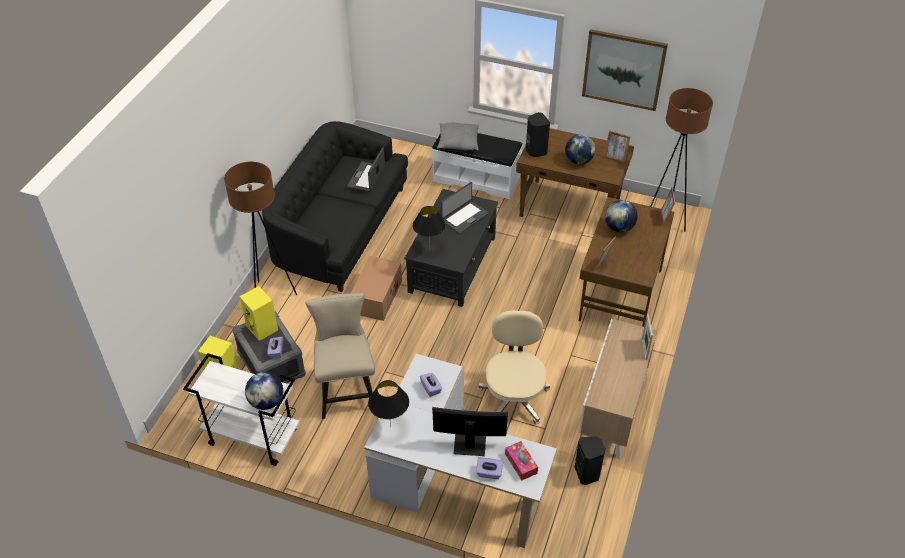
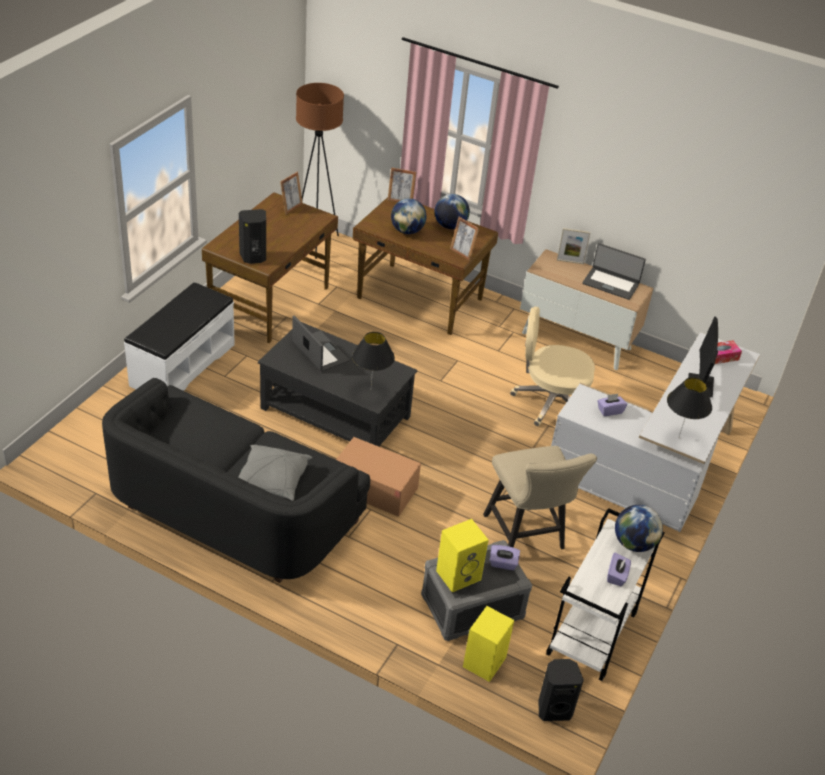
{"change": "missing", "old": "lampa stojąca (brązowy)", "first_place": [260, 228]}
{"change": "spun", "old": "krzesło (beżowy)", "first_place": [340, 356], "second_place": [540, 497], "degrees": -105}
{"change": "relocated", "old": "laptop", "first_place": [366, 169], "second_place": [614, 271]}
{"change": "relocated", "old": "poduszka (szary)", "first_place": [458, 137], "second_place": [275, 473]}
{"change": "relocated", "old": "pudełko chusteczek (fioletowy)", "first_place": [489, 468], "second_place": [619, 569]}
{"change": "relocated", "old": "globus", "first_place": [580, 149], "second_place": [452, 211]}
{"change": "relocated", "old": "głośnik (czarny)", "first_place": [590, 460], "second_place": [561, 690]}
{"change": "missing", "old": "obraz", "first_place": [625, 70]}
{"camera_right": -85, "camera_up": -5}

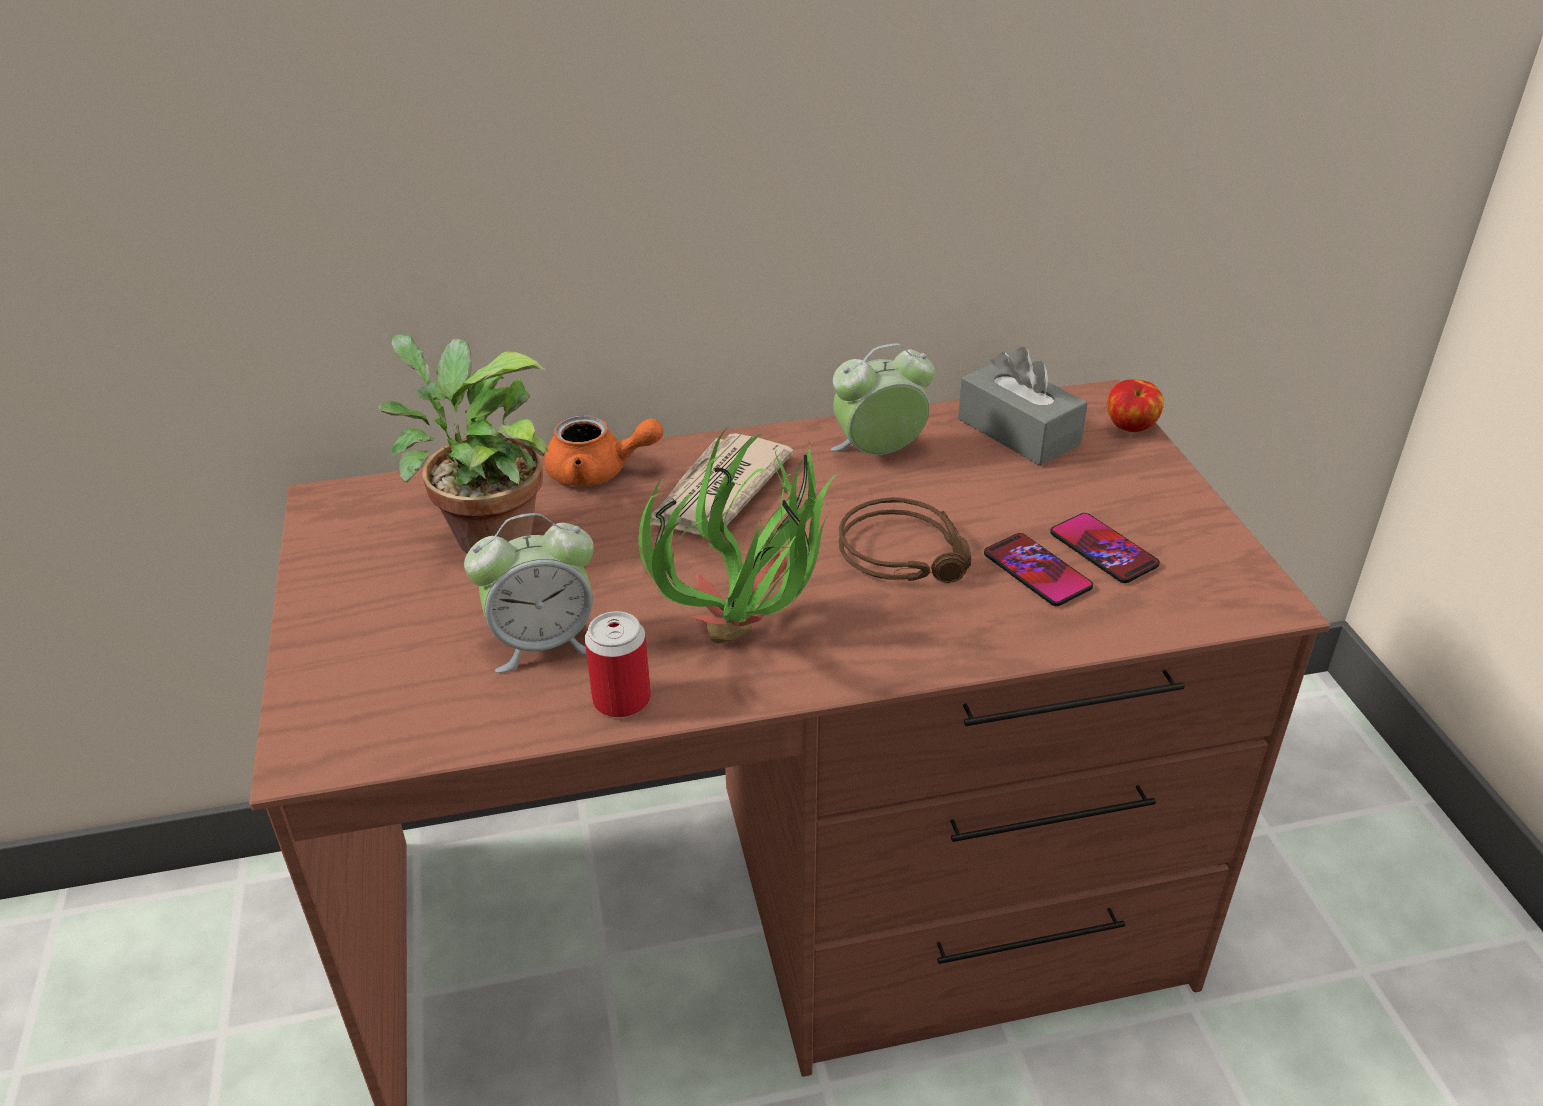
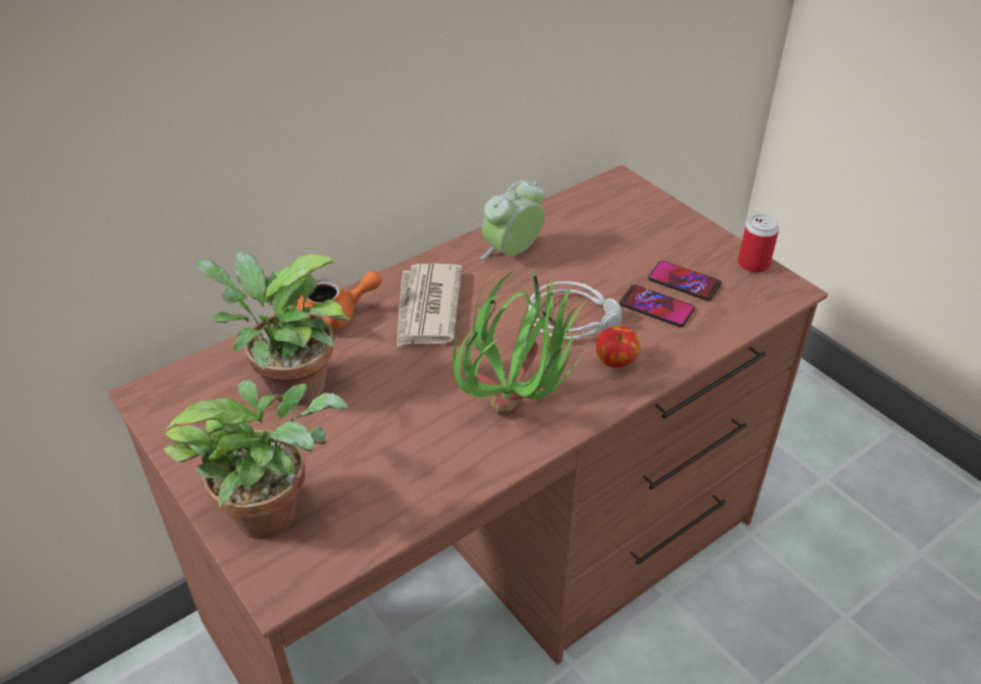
{"change": "missing", "old": "budzik", "first_place": [529, 593]}
{"change": "relocated", "old": "puszka", "first_place": [618, 664], "second_place": [758, 243]}
{"change": "colour", "old": "słuchawki (brązowy)", "new": "słuchawki (szary)", "first_place": [905, 540], "second_place": [575, 310]}
{"change": "missing", "old": "pudełko chusteczek (szary)", "first_place": [1023, 406]}
{"change": "relocated", "old": "jabłko", "first_place": [1135, 405], "second_place": [618, 347]}
{"change": "appeared", "new": "roślina doniczkowa", "second_place": [256, 459]}
{"camera_right": -25, "camera_up": 5}

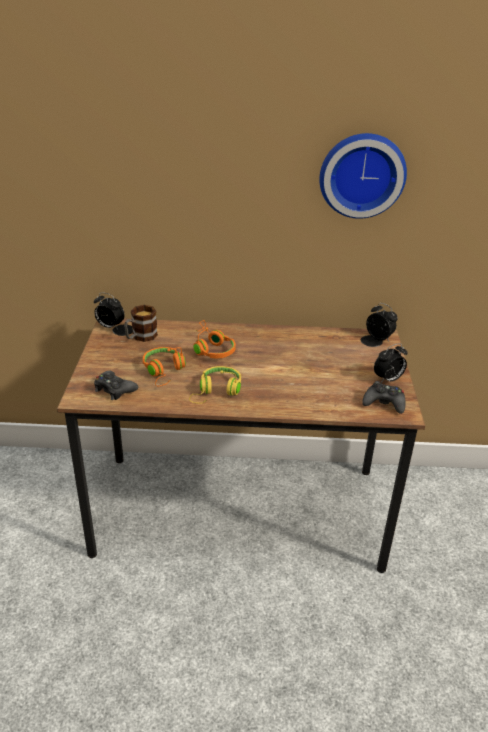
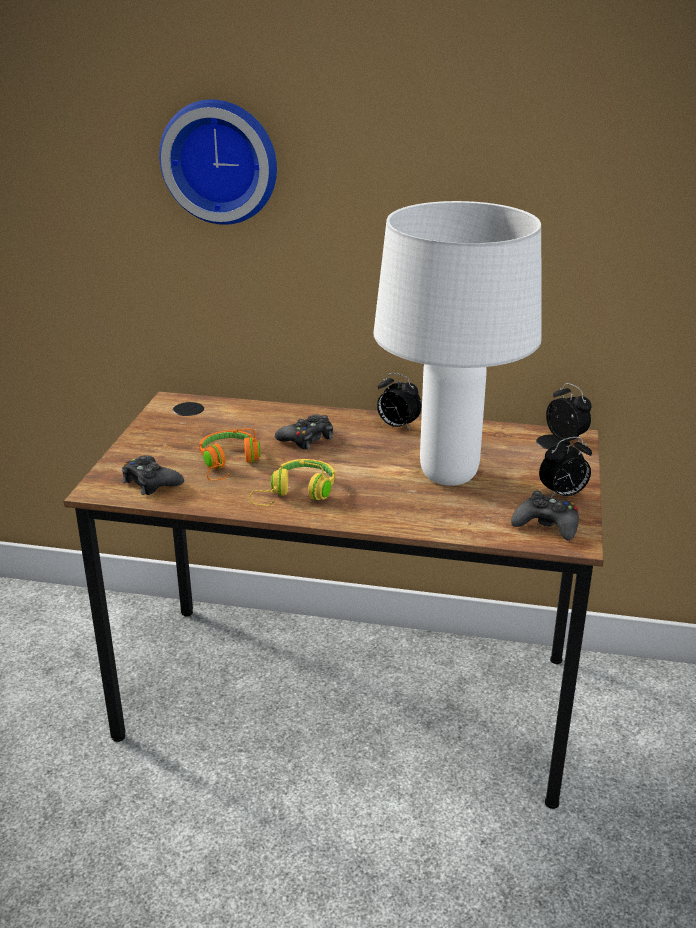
{"change": "relocated", "old": "budzik", "first_place": [109, 310], "second_place": [399, 402]}
{"change": "missing", "old": "kubek", "first_place": [141, 323]}
{"change": "exchanged", "old": "słuchawki (pomarańczowy)", "new": "pad do gier (czarny)", "first_place": [214, 339], "second_place": [304, 432]}
{"change": "relocated", "old": "zegar ścienny", "first_place": [363, 176], "second_place": [218, 162]}
{"change": "appeared", "new": "lampa stołowa (biały)", "second_place": [458, 343]}
{"camera_right": 10, "camera_up": -5}

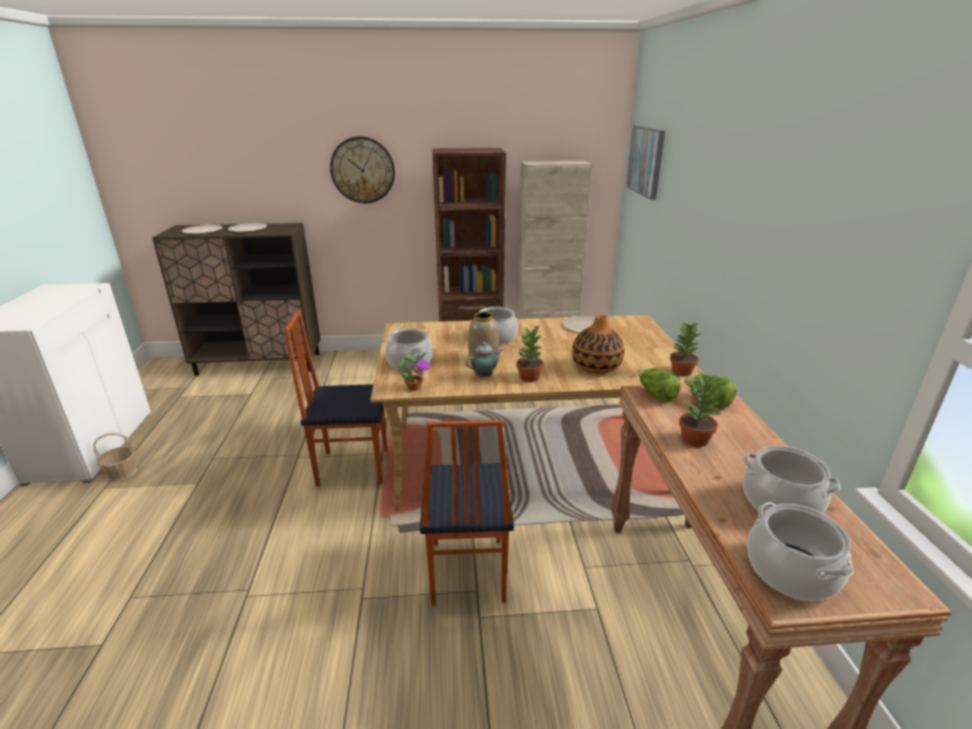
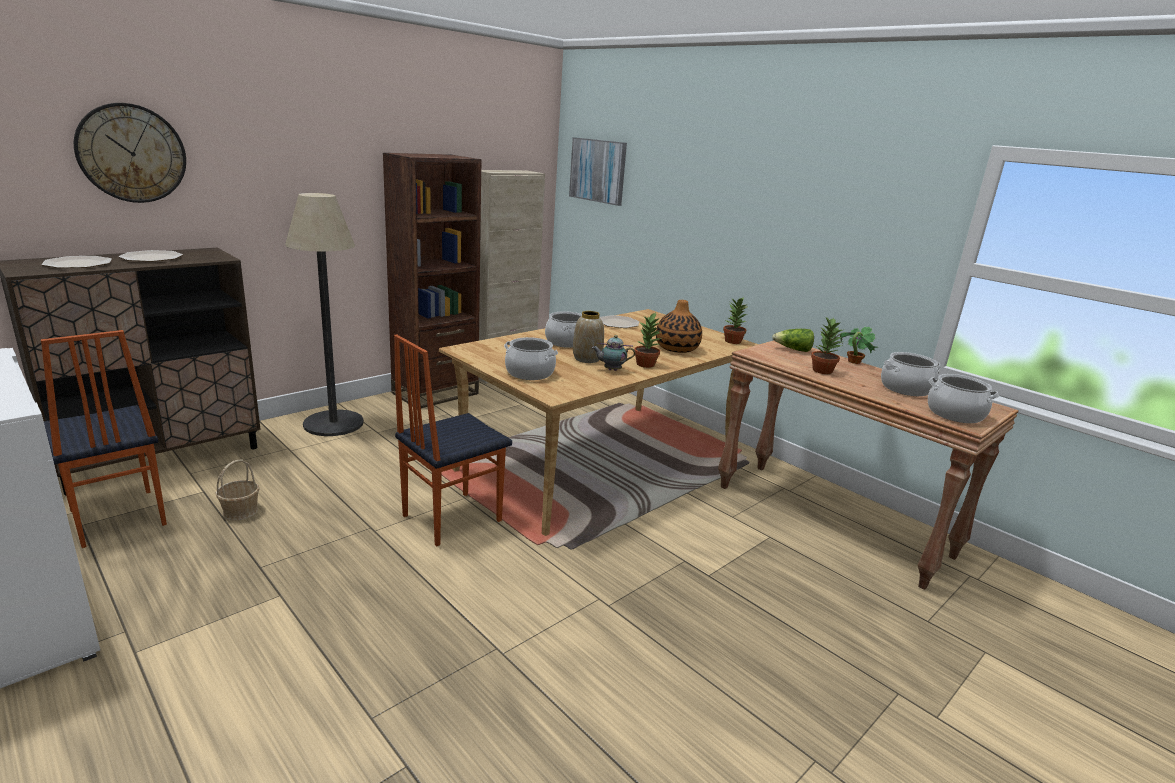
{"change": "relocated", "old": "koszyk", "first_place": [115, 457], "second_place": [238, 490]}
{"change": "relocated", "old": "zegar ścienny", "first_place": [362, 169], "second_place": [130, 153]}
{"change": "relocated", "old": "roślina doniczkowa", "first_place": [414, 371], "second_place": [859, 345]}
{"change": "relocated", "old": "krzesło", "first_place": [467, 513], "second_place": [104, 439]}
{"change": "spun", "old": "imbryk", "first_place": [484, 359], "second_place": [613, 353], "degrees": -105}
{"change": "missing", "old": "sałata", "first_place": [659, 385]}
{"change": "appeared", "new": "lampa stojąca", "second_place": [324, 314]}
{"camera_right": -40, "camera_up": -5}

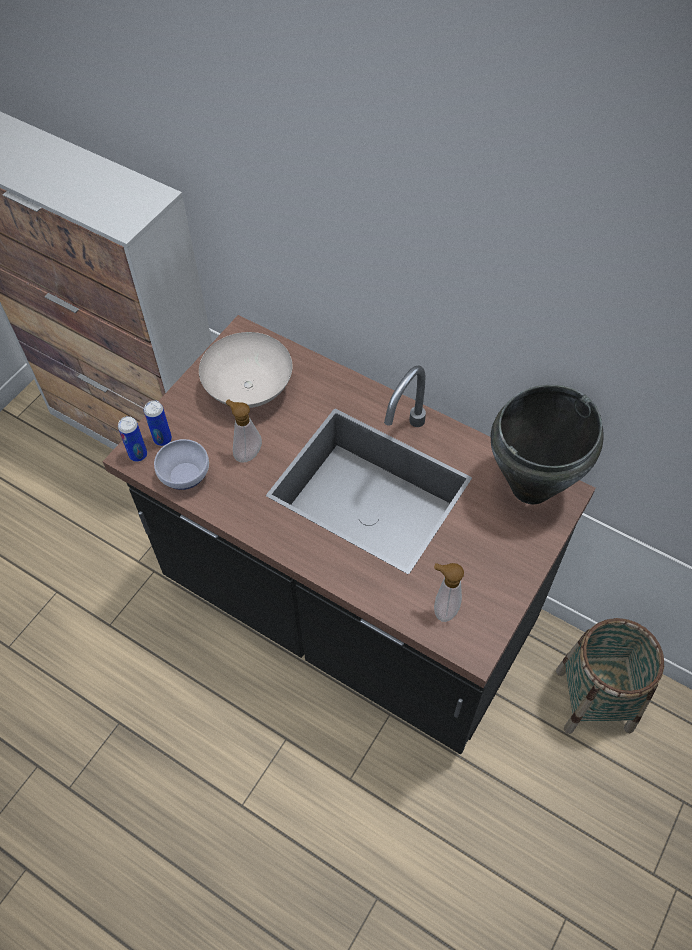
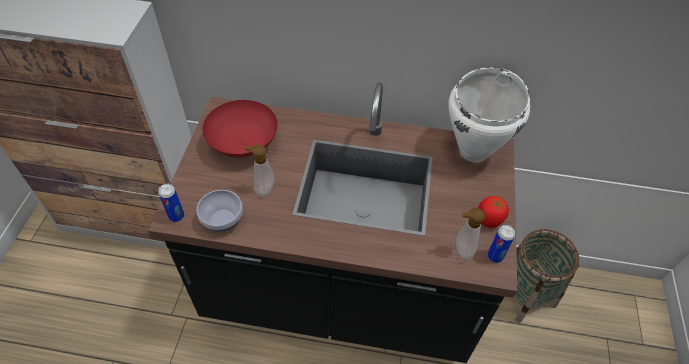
{"change": "relocated", "old": "puszka", "first_place": [158, 423], "second_place": [501, 244]}
{"change": "colour", "old": "miska (biały)", "new": "miska (czerwony)", "first_place": [245, 370], "second_place": [240, 129]}
{"change": "colour", "old": "garnek (czarny)", "new": "garnek (biały)", "first_place": [547, 444], "second_place": [489, 114]}
{"change": "appeared", "new": "pomidor", "second_place": [493, 212]}
{"camera_right": -25, "camera_up": -5}

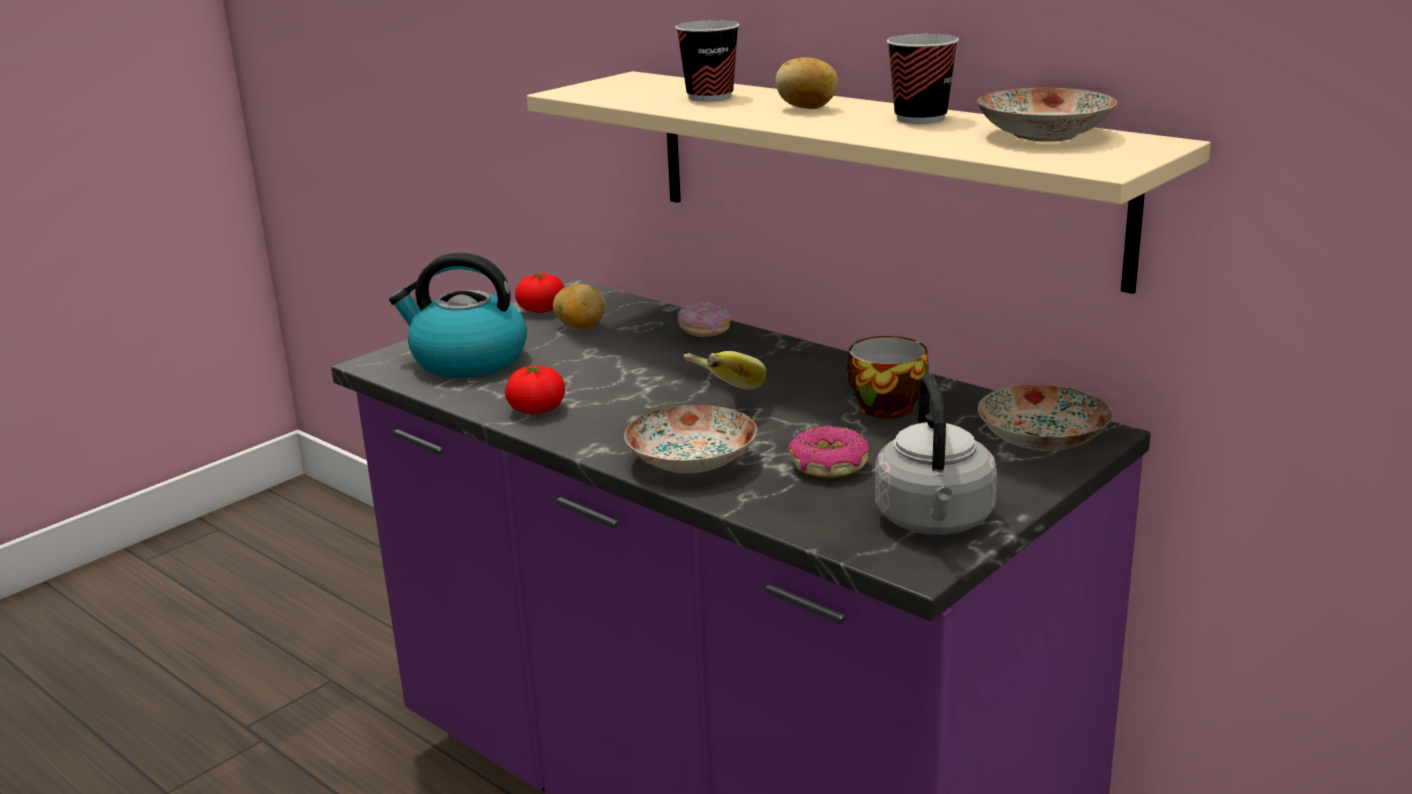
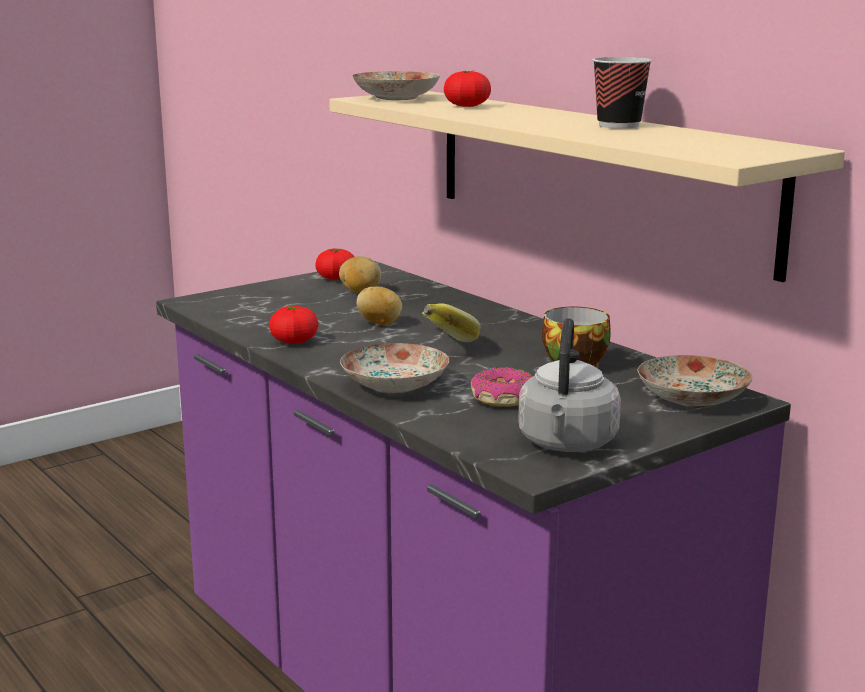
{"change": "missing", "old": "czajnik", "first_place": [458, 315]}
{"change": "exchanged", "old": "filiżanka", "new": "pomidor", "first_place": [707, 61], "second_place": [467, 88]}
{"change": "missing", "old": "donut", "first_place": [704, 319]}
{"change": "relocated", "old": "ziemniak", "first_place": [807, 83], "second_place": [379, 306]}
{"change": "relocated", "old": "talerz", "first_place": [1047, 115], "second_place": [396, 85]}
{"camera_right": 10, "camera_up": -5}

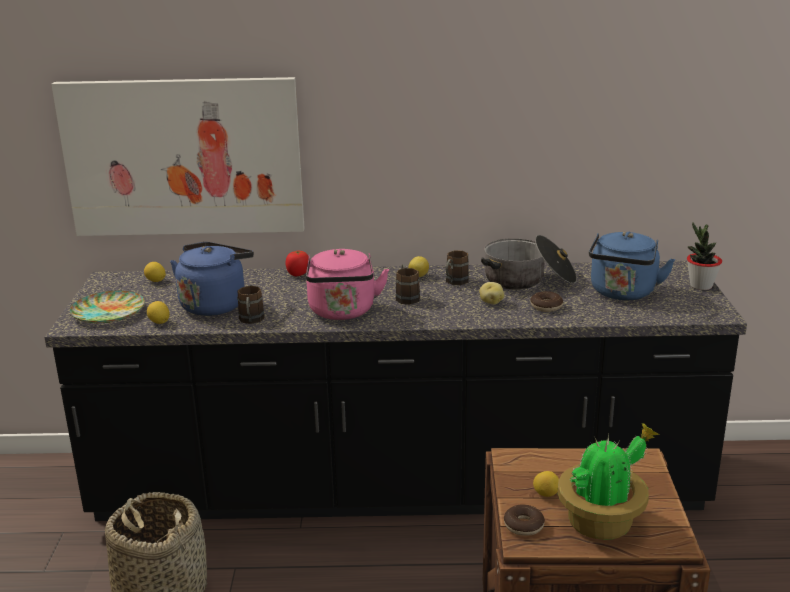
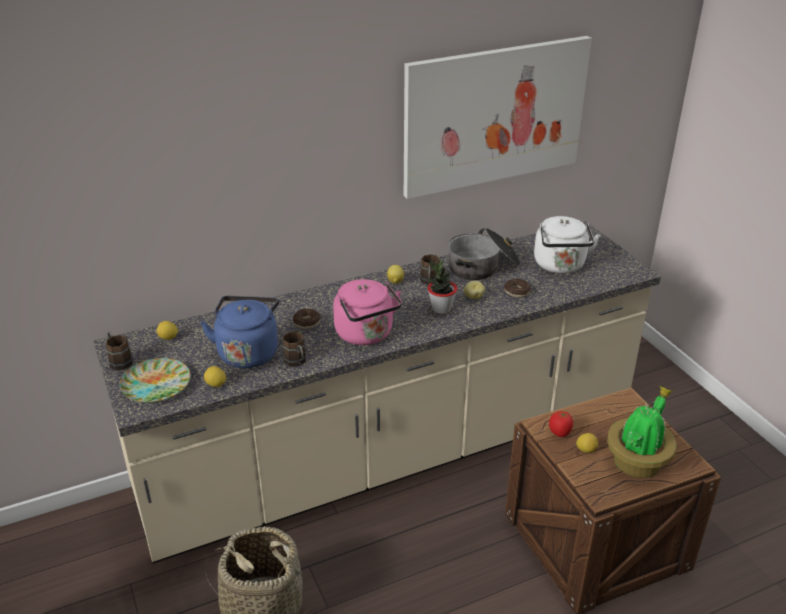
{"change": "colour", "old": "zabudowa kuchenna (czarny)", "new": "zabudowa kuchenna (beżowy)", "first_place": [395, 391], "second_place": [377, 392]}
{"change": "relocated", "old": "obraz", "first_place": [178, 156], "second_place": [498, 117]}
{"change": "relocated", "old": "pomidor", "first_place": [296, 263], "second_place": [561, 424]}
{"change": "relocated", "old": "kubek (brązowy)", "first_place": [408, 284], "second_place": [119, 351]}
{"change": "relocated", "old": "donut", "first_place": [524, 520], "second_place": [307, 319]}
{"change": "colour", "old": "czajnik (niebieski)", "new": "czajnik (biały)", "first_place": [632, 266], "second_place": [567, 245]}
{"change": "relocated", "old": "roślina doniczkowa", "first_place": [704, 256], "second_place": [442, 286]}
{"camera_right": -25, "camera_up": 10}

